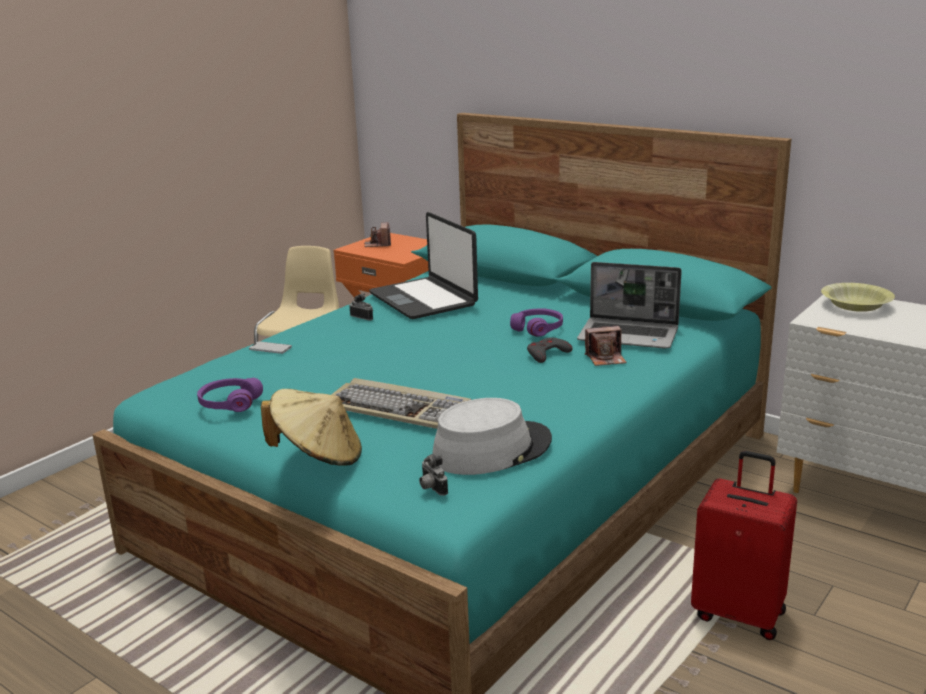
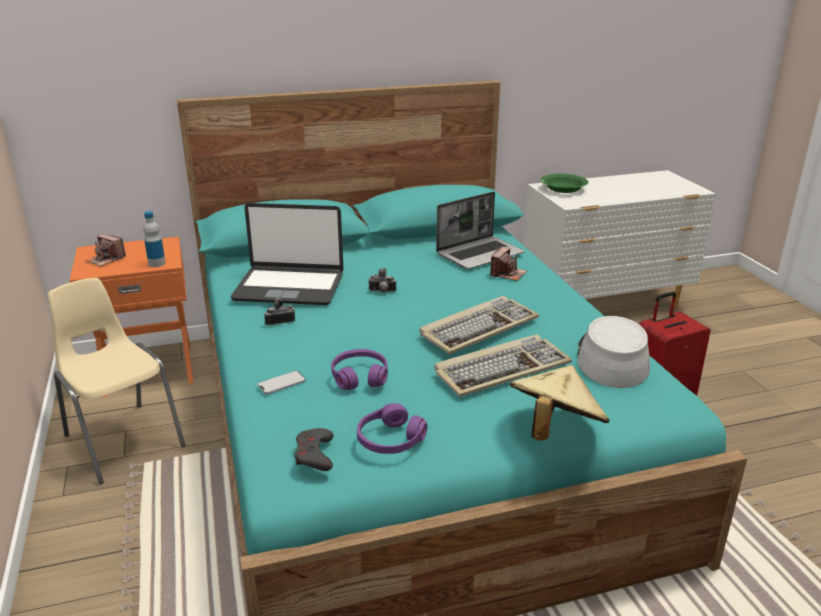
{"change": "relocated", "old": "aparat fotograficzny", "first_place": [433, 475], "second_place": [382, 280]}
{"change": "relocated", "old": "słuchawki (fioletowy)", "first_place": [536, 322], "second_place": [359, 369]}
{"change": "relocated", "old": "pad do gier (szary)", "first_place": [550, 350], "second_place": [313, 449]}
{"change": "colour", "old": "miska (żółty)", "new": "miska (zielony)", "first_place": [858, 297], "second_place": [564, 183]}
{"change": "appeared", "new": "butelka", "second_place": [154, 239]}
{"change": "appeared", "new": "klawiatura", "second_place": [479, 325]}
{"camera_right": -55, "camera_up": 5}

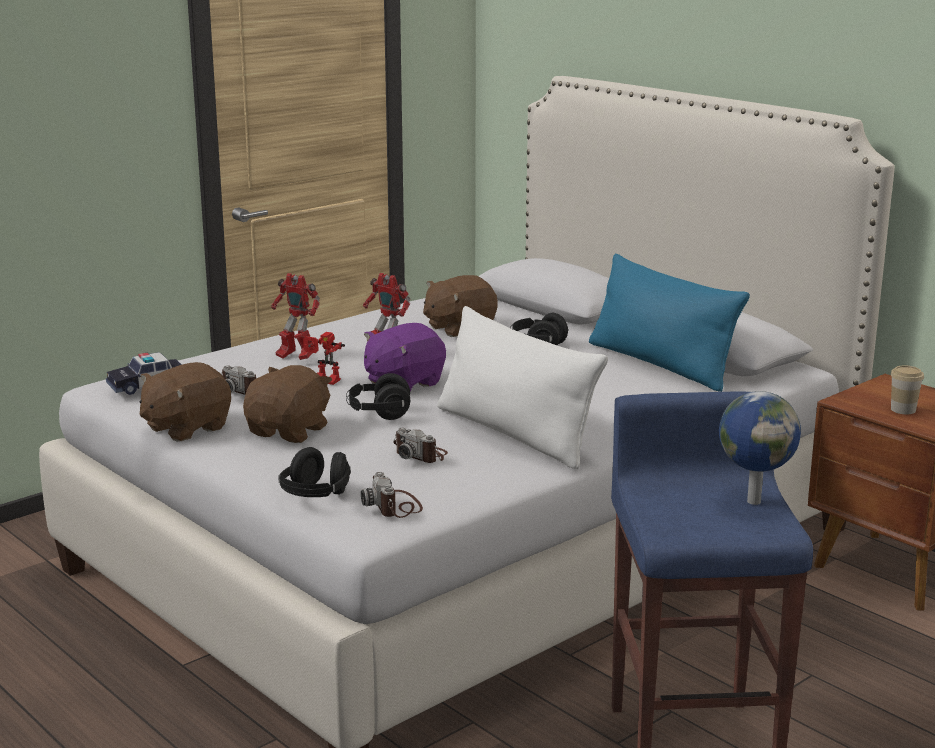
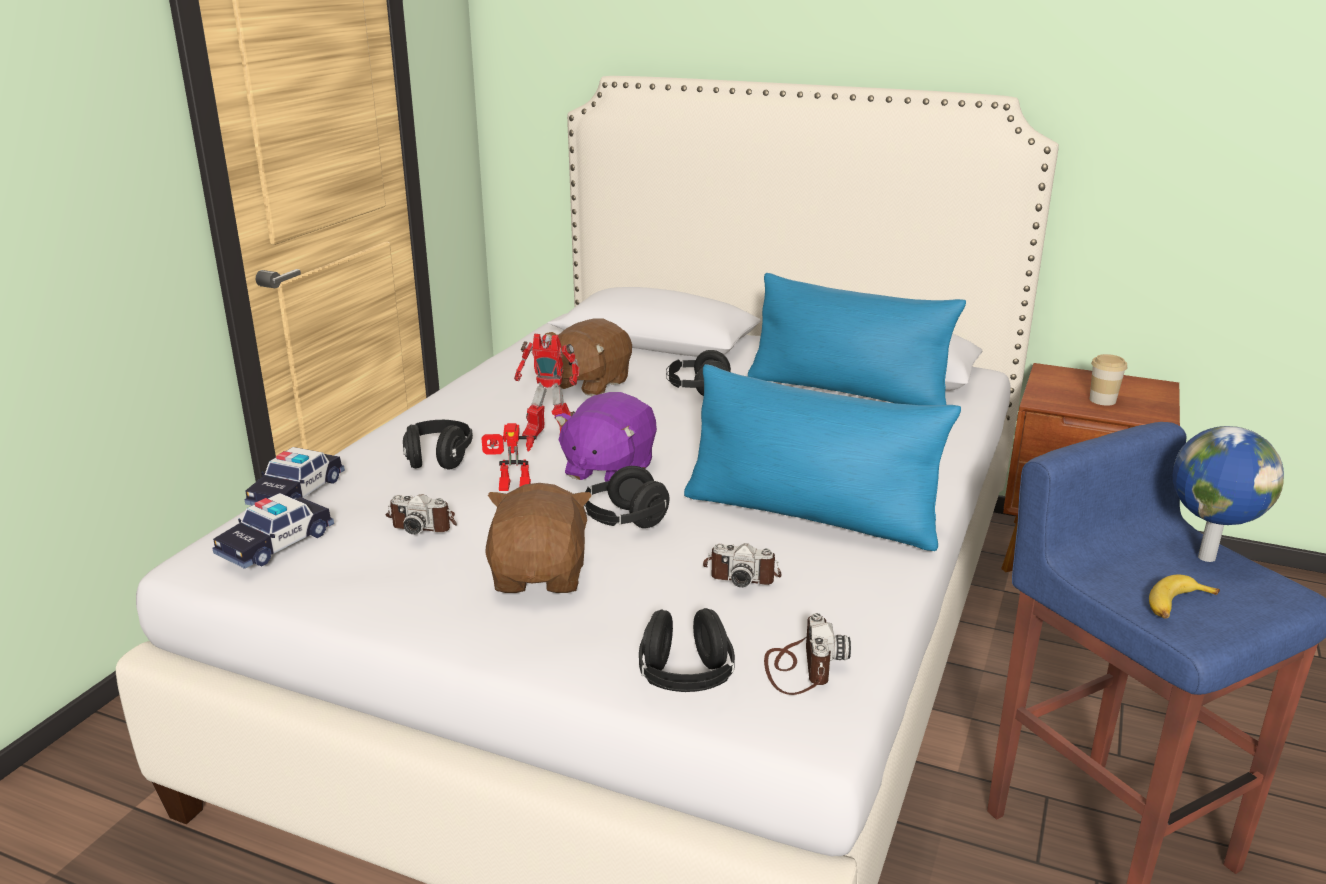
{"change": "missing", "old": "pluszak (brązowy)", "first_place": [185, 402]}
{"change": "exchanged", "old": "robot zabawkowy", "new": "słuchawki (czarny)", "first_place": [295, 316], "second_place": [438, 445]}
{"change": "spun", "old": "aparat fotograficzny", "first_place": [392, 495], "second_place": [807, 654], "degrees": -135}
{"change": "colour", "old": "poduszka (biały)", "new": "poduszka (niebieski)", "first_place": [522, 387], "second_place": [822, 457]}
{"change": "appeared", "new": "samochodzik", "second_place": [294, 476]}
{"change": "appeared", "new": "banan", "second_place": [1184, 597]}
{"camera_right": -25, "camera_up": 5}

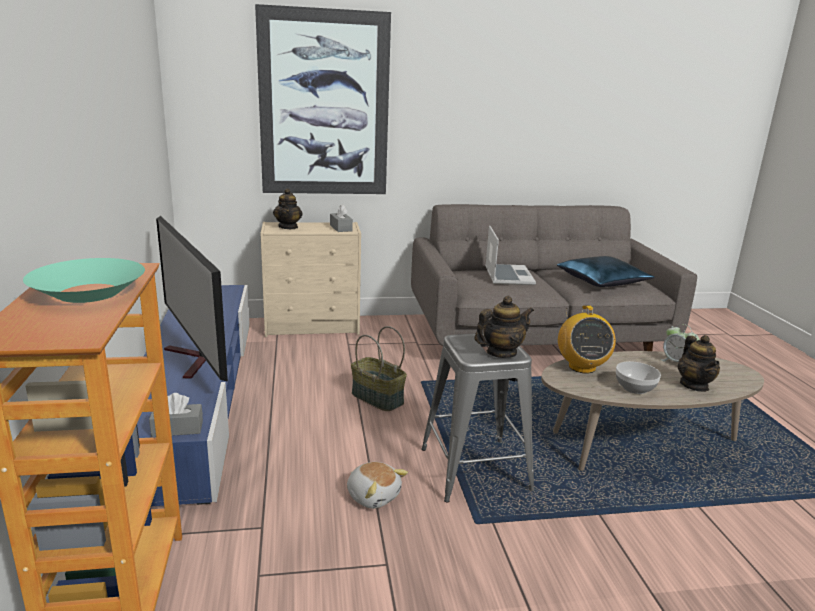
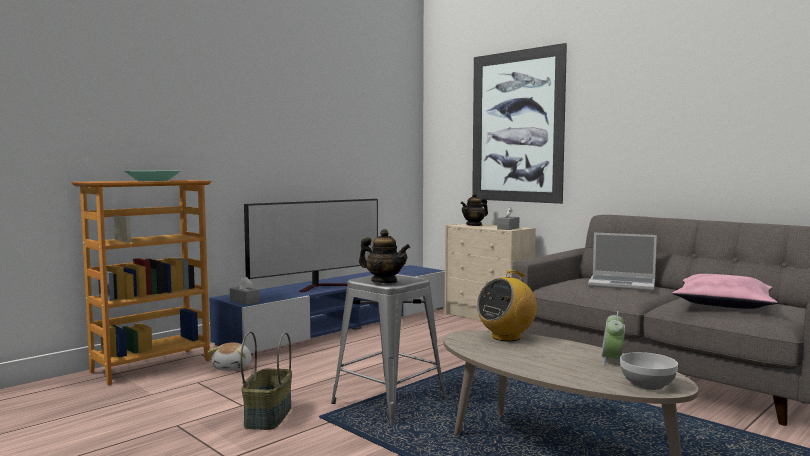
{"change": "spun", "old": "telewizor", "first_place": [192, 299], "second_place": [311, 245], "degrees": -150}
{"change": "relocated", "old": "pluszak", "first_place": [377, 485], "second_place": [229, 356]}
{"change": "relocated", "old": "koszyk", "first_place": [379, 368], "second_place": [266, 380]}
{"change": "spun", "old": "laptop", "first_place": [510, 255], "second_place": [622, 262], "degrees": 60}
{"change": "colour", "old": "poduszka (niebieski)", "new": "poduszka (różowy)", "first_place": [606, 271], "second_place": [725, 291]}
{"change": "relocated", "old": "miska", "first_place": [638, 377], "second_place": [649, 371]}
{"change": "missing", "old": "imbryk", "first_place": [699, 363]}
{"camera_right": 55, "camera_up": -15}

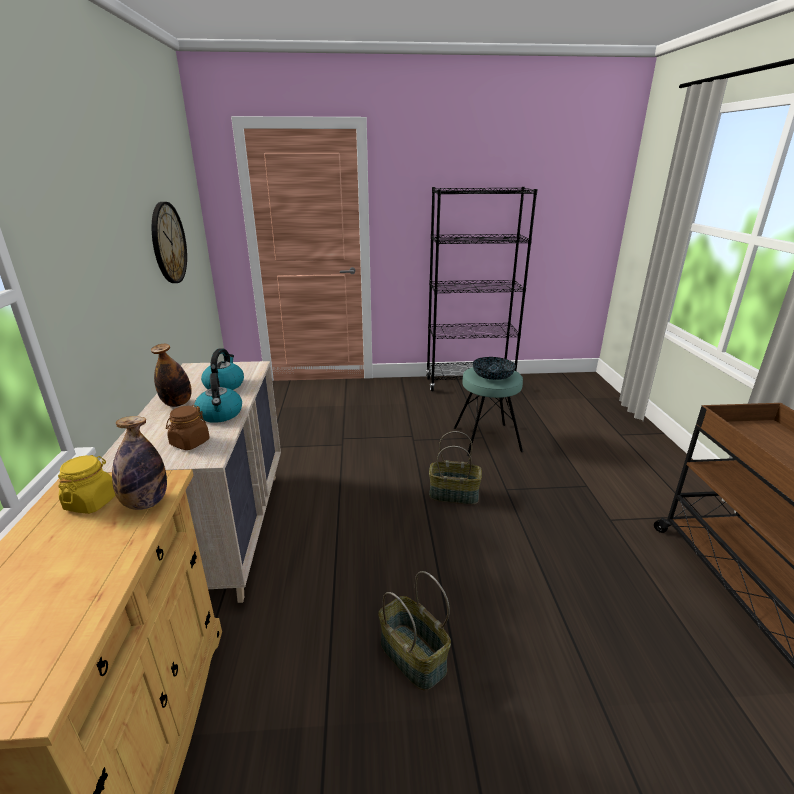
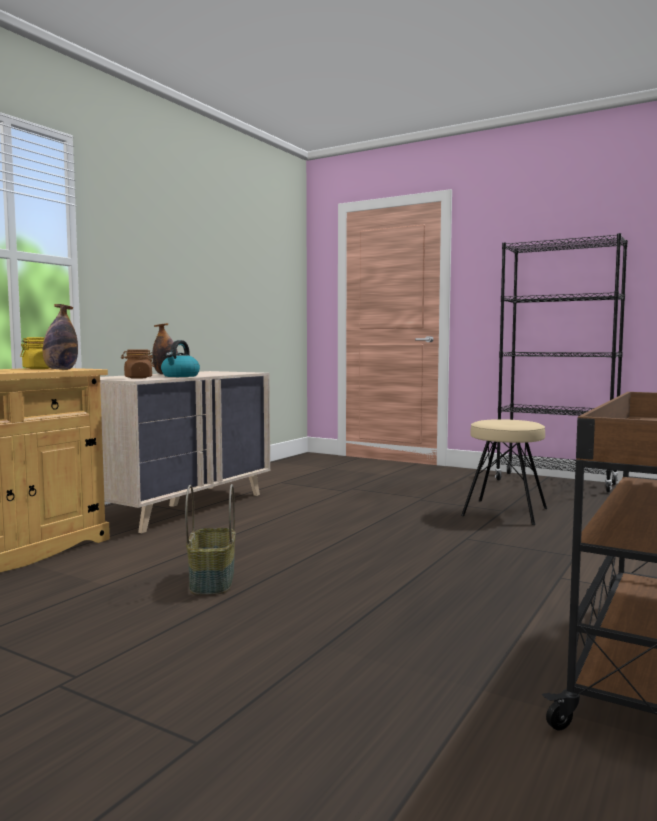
{"change": "missing", "old": "zegar ścienny", "first_place": [169, 242]}
{"change": "missing", "old": "czajnik", "first_place": [222, 369]}
{"change": "missing", "old": "koszyk", "first_place": [455, 467]}
{"change": "colour", "old": "stołek (turkusowy)", "new": "stołek (beżowy)", "first_place": [488, 411], "second_place": [504, 472]}
{"change": "missing", "old": "miska", "first_place": [494, 368]}
{"camera_right": 35, "camera_up": -20}

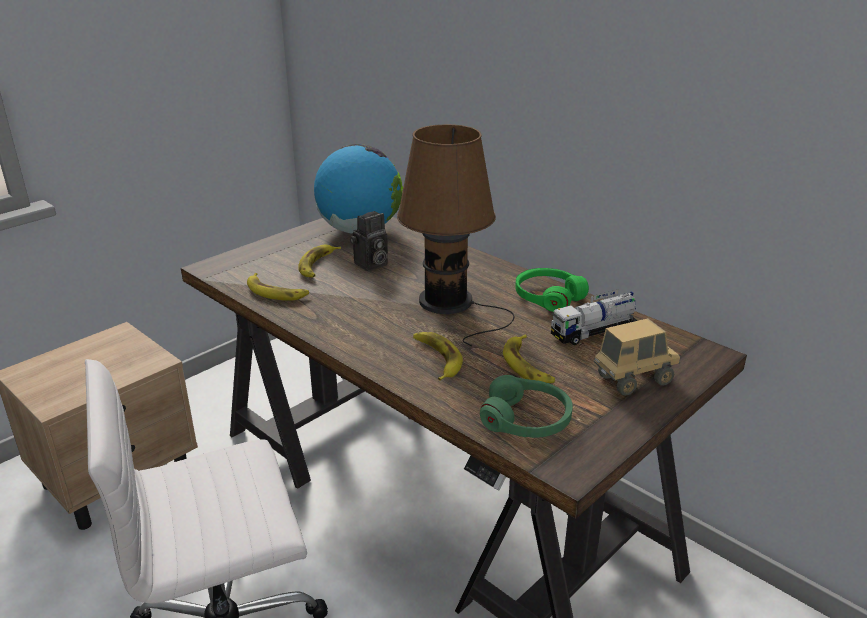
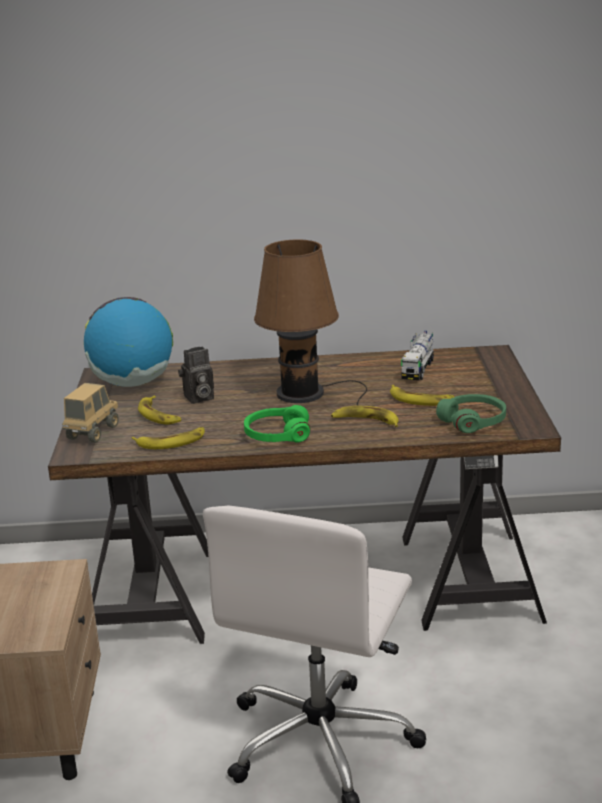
{"change": "spun", "old": "aparat fotograficzny", "first_place": [369, 241], "second_place": [196, 375], "degrees": 60}
{"change": "relocated", "old": "słuchawki (zielony)", "first_place": [552, 290], "second_place": [277, 424]}
{"change": "relocated", "old": "ciężarówka zabawkowa", "first_place": [637, 357], "second_place": [90, 413]}
{"camera_right": -45, "camera_up": -5}

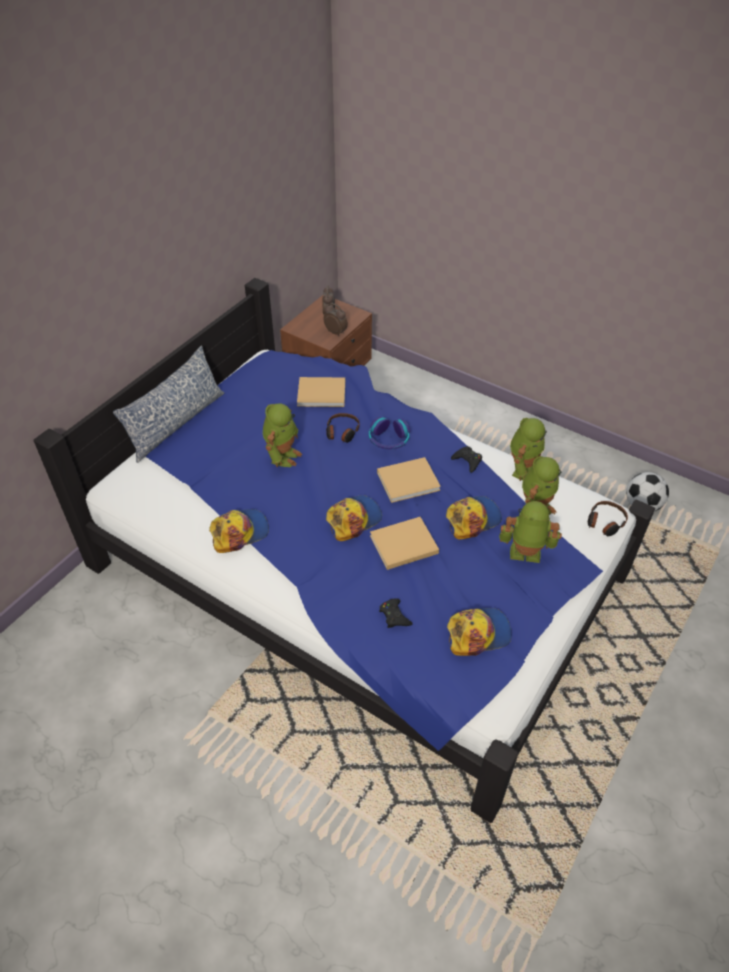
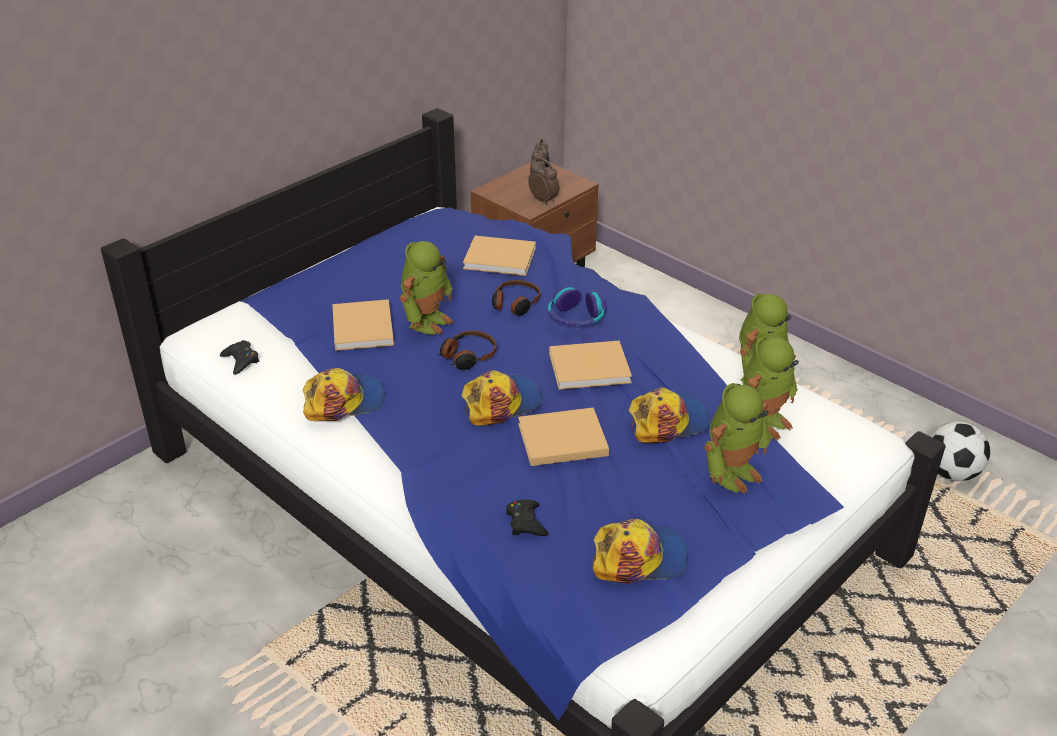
{"change": "missing", "old": "poduszka", "first_place": [168, 404]}
{"change": "relocated", "old": "pad do gier (czarny)", "first_place": [466, 459], "second_place": [239, 357]}
{"change": "spun", "old": "robot zabawkowy", "first_place": [530, 532], "second_place": [737, 438], "degrees": 120}
{"change": "relocated", "old": "słuchawki", "first_place": [608, 518], "second_place": [467, 350]}
{"change": "appeared", "new": "książka (beżowy)", "second_place": [363, 325]}
{"camera_right": 10, "camera_up": -10}

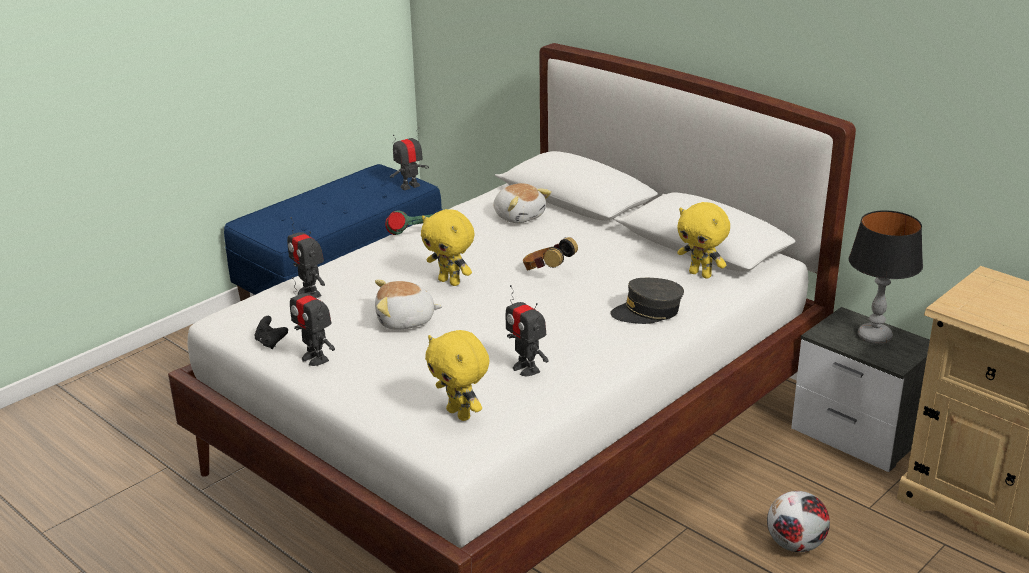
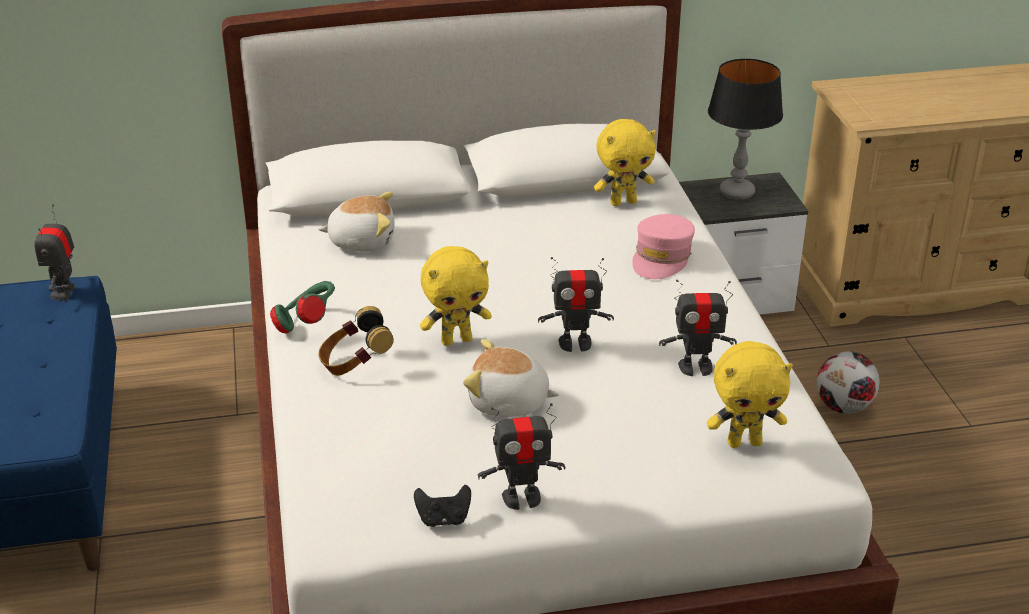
{"change": "relocated", "old": "robot zabawkowy", "first_place": [306, 257], "second_place": [576, 304]}
{"change": "spun", "old": "pluszak", "first_place": [409, 305], "second_place": [511, 378], "degrees": 75}
{"change": "relocated", "old": "słuchawki", "first_place": [550, 254], "second_place": [356, 341]}
{"change": "colour", "old": "czapka z daszkiem (szary)", "new": "czapka z daszkiem (różowy)", "first_place": [647, 301], "second_place": [663, 246]}
{"camera_right": -55, "camera_up": 5}

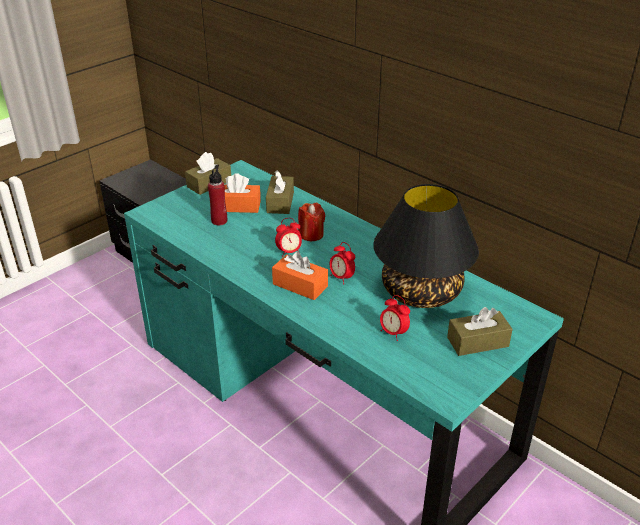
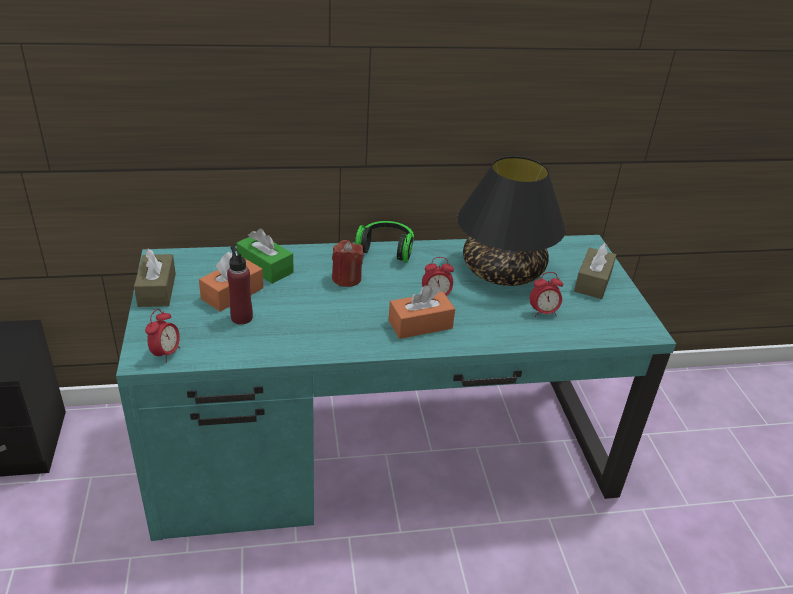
{"change": "colour", "old": "pudełko chusteczek (brązowy)", "new": "pudełko chusteczek (zielony)", "first_place": [280, 192], "second_place": [265, 256]}
{"change": "relocated", "old": "budzik", "first_place": [288, 237], "second_place": [162, 336]}
{"change": "appeared", "new": "słuchawki", "second_place": [384, 242]}
{"camera_right": -55, "camera_up": 0}

